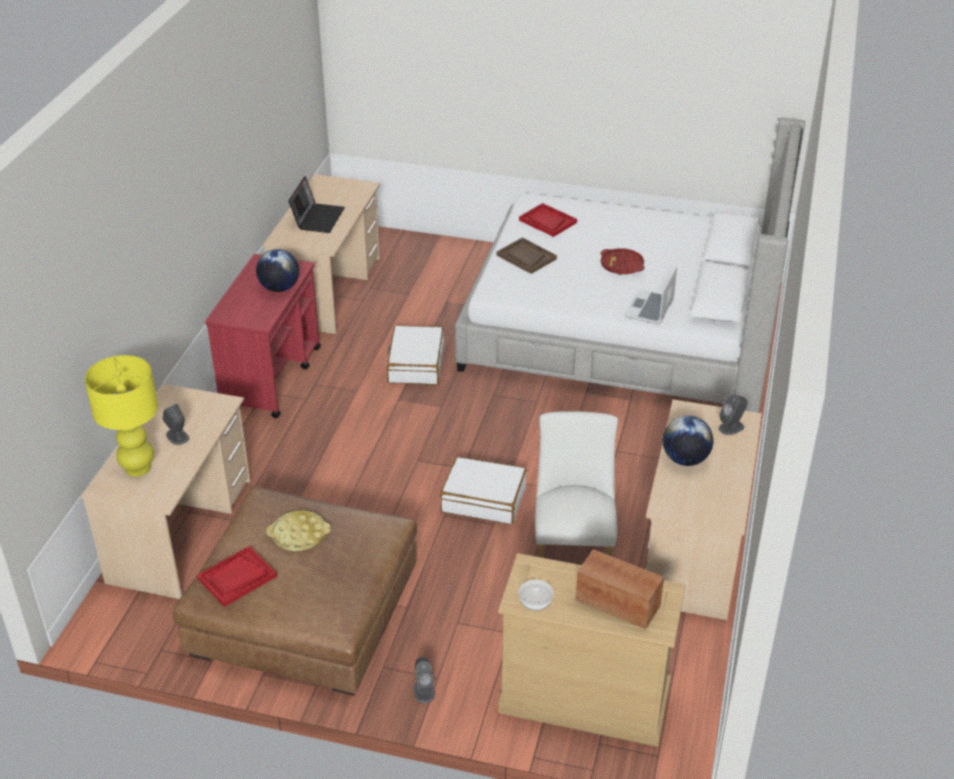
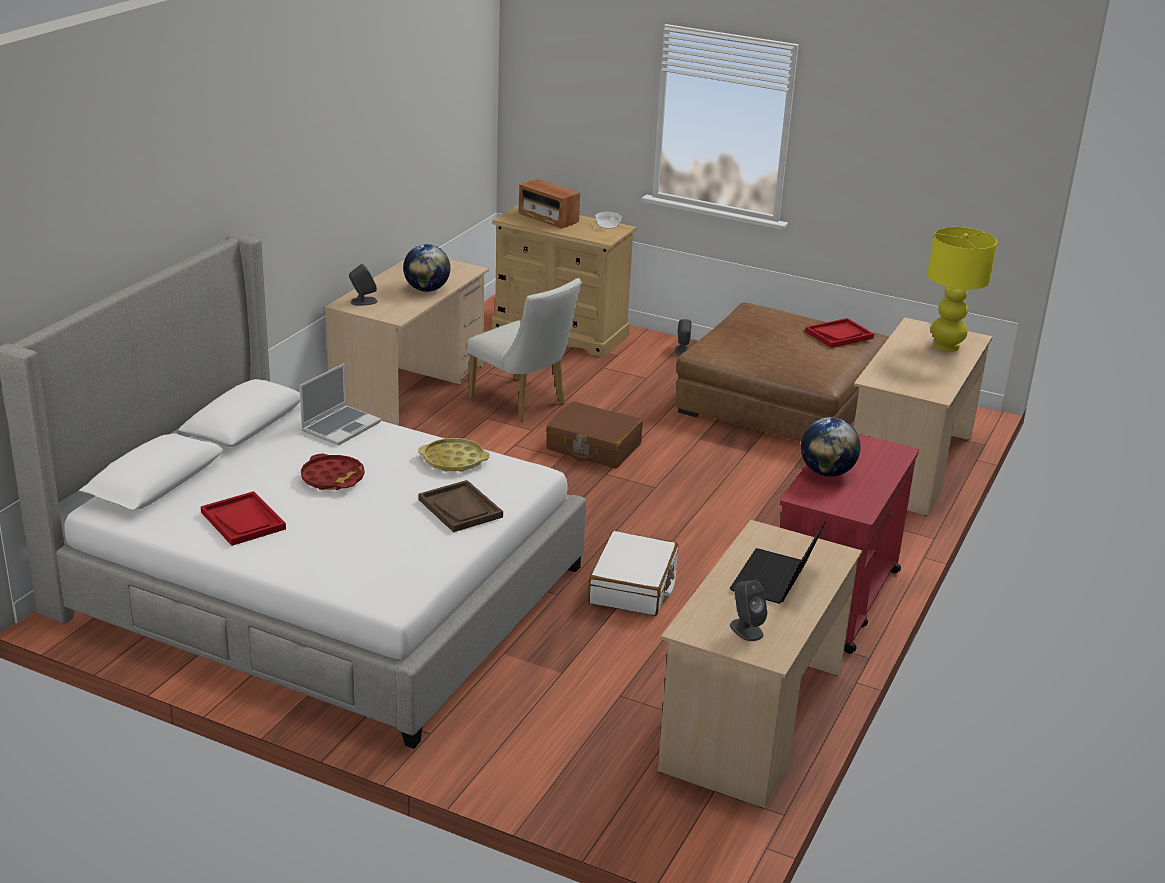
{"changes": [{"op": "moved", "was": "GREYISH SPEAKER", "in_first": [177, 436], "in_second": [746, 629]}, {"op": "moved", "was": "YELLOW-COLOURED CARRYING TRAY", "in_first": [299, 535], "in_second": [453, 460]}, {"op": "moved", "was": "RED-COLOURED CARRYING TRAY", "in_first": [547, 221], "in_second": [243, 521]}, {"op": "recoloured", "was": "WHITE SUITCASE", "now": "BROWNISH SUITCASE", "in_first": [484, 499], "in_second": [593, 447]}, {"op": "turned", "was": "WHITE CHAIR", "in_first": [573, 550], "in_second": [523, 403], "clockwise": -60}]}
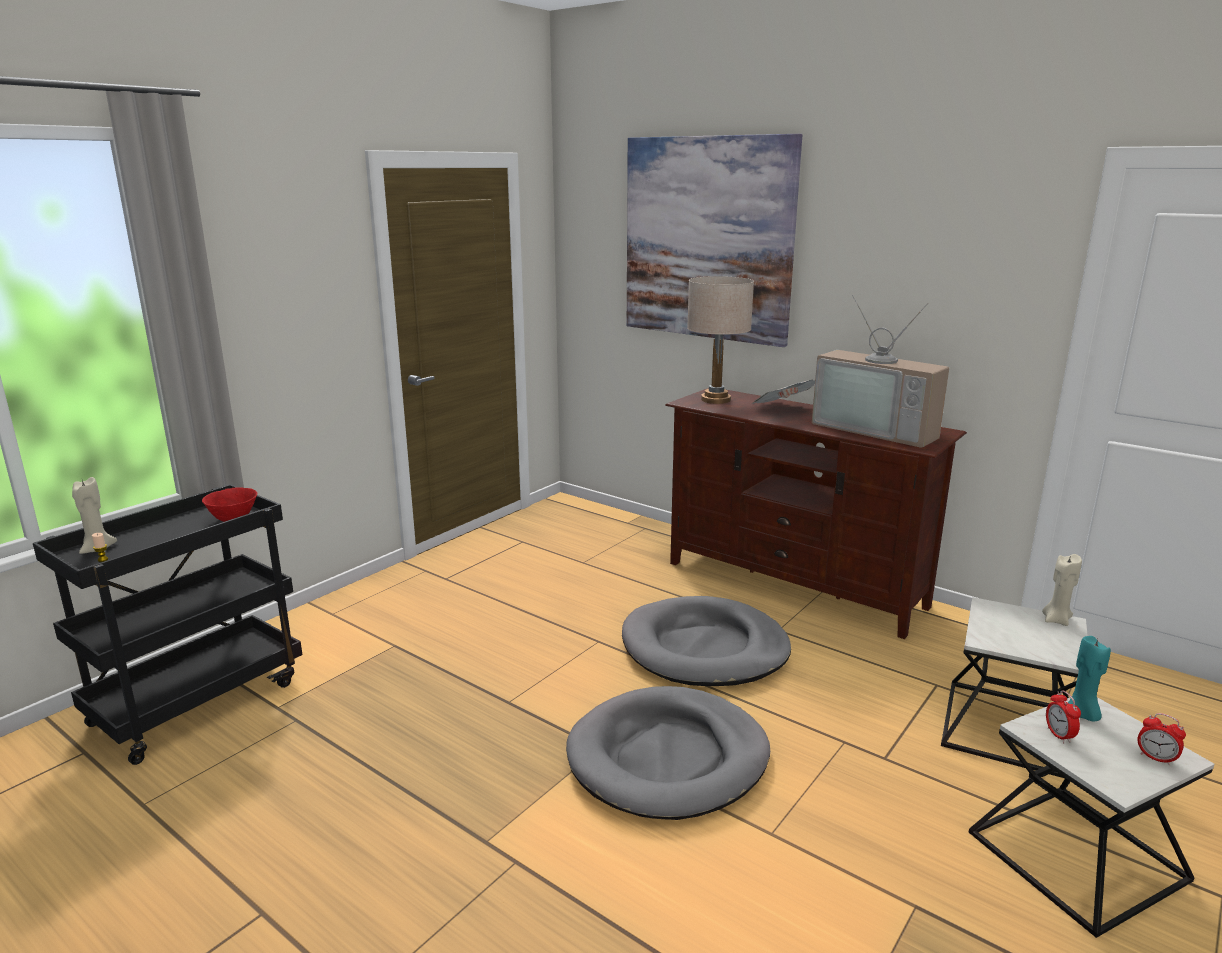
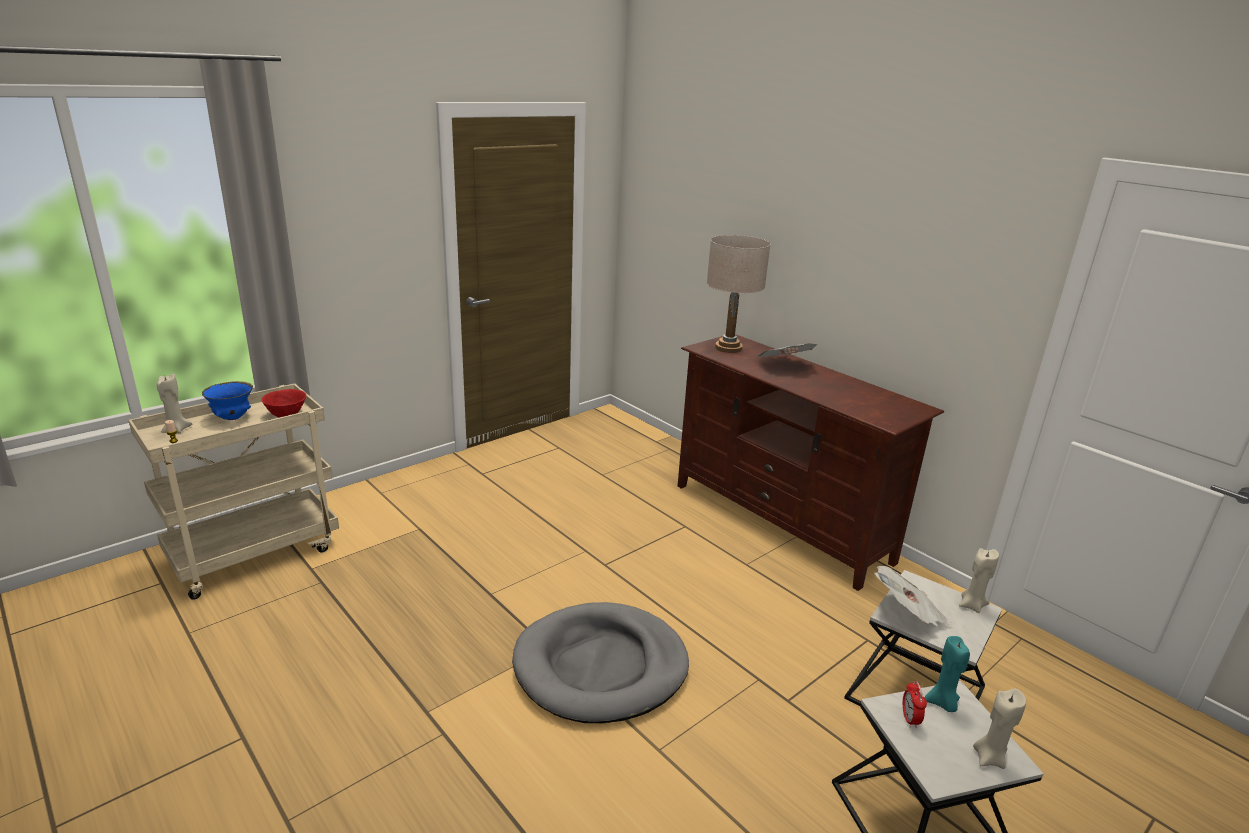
{"changes": [{"op": "removed", "was": "GREYISH PET BED", "in_first": [704, 648]}, {"op": "removed", "was": "PICTURE", "in_first": [707, 239]}, {"op": "removed", "was": "TELEVISION", "in_first": [878, 429]}, {"op": "added", "now": "BLUISH DEEP DISH", "in_second": [233, 418]}, {"op": "added", "now": "NEWSPAPER", "in_second": [908, 614]}, {"op": "replaced", "was": "BEDSIDE CLOCK", "now": "BEIGE CANDLE", "in_first": [1156, 758], "in_second": [989, 758]}, {"op": "recoloured", "was": "BLACK-COLOURED WHEELED CART", "now": "BEIGE WHEELED CART", "in_first": [198, 700], "in_second": [255, 553]}]}
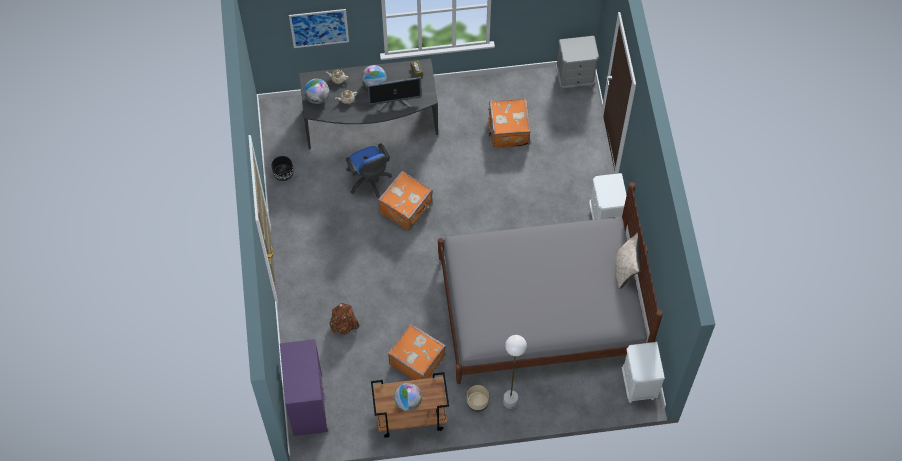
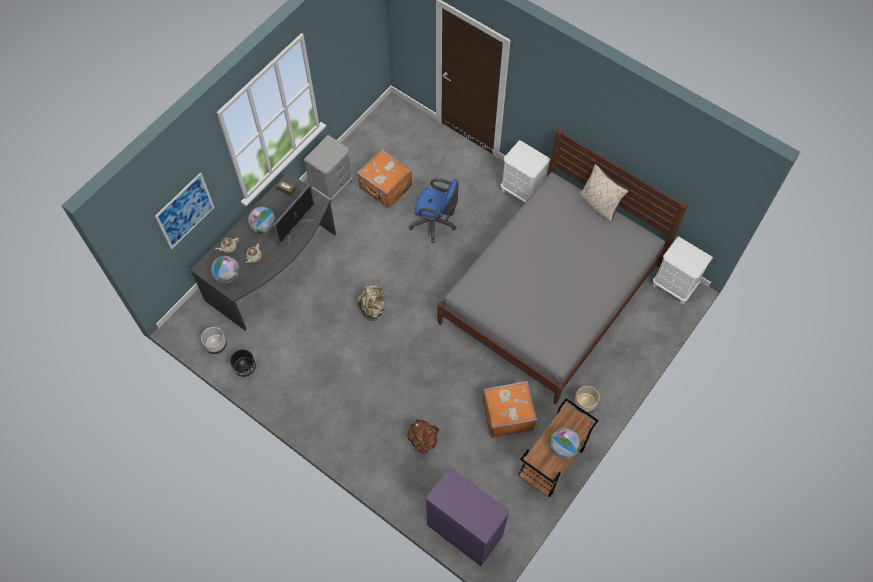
{"changes": [{"op": "removed", "was": "WHITE STANDING LAMP", "in_first": [510, 402]}, {"op": "added", "now": "GREYISH PLANTER", "in_second": [216, 345]}, {"op": "moved", "was": "BLUISH OFFICE CHAIR", "in_first": [369, 181], "in_second": [435, 223]}, {"op": "moved", "was": "GREYISH NIGHTSTAND", "in_first": [575, 79], "in_second": [332, 186]}, {"op": "replaced", "was": "ORANGE SUITCASE", "now": "BEIGE RUCKSACK", "in_first": [407, 208], "in_second": [373, 308]}]}
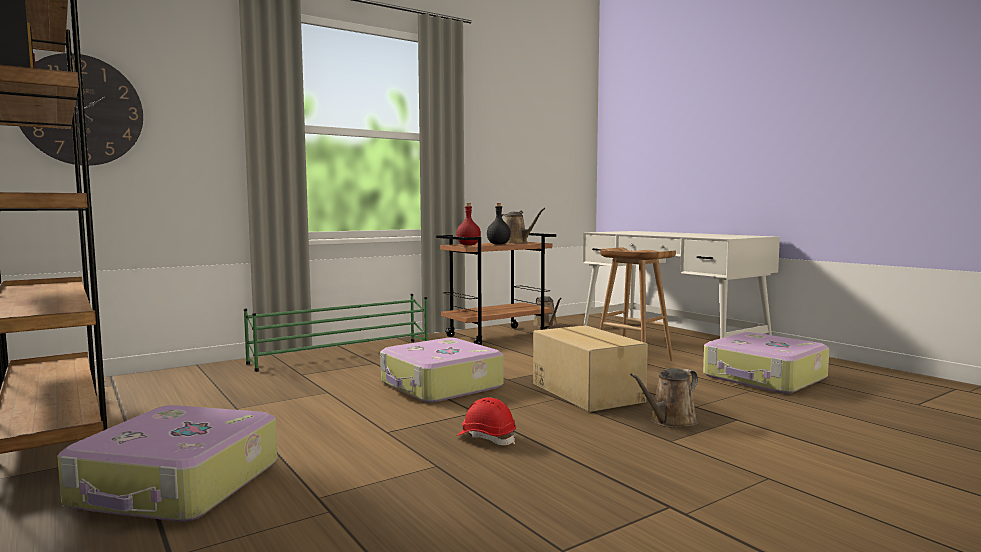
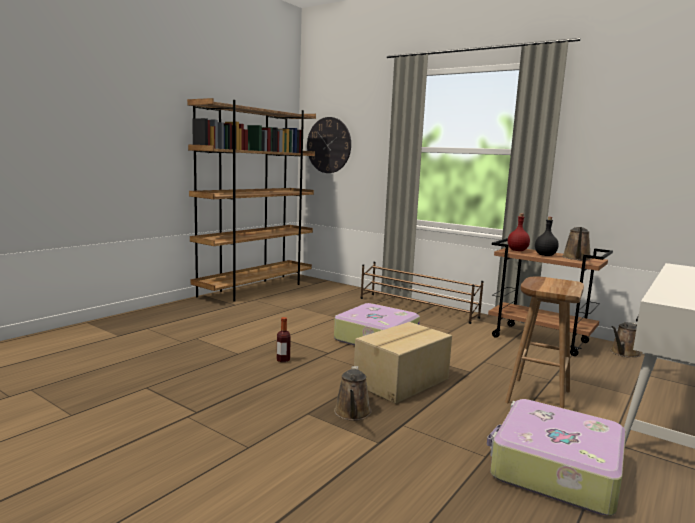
{"changes": [{"op": "removed", "was": "SUITCASE", "in_first": [177, 485]}, {"op": "replaced", "was": "RED-COLOURED WORK HELMET", "now": "BOTTLE", "in_first": [486, 438], "in_second": [283, 360]}, {"op": "recoloured", "was": "GREEN-COLOURED SHOE STAND", "now": "BROWNISH SHOE STAND", "in_first": [343, 354], "in_second": [417, 308]}, {"op": "turned", "was": "BROWNISH WATERING POT", "in_first": [670, 421], "in_second": [352, 413], "clockwise": -120}]}
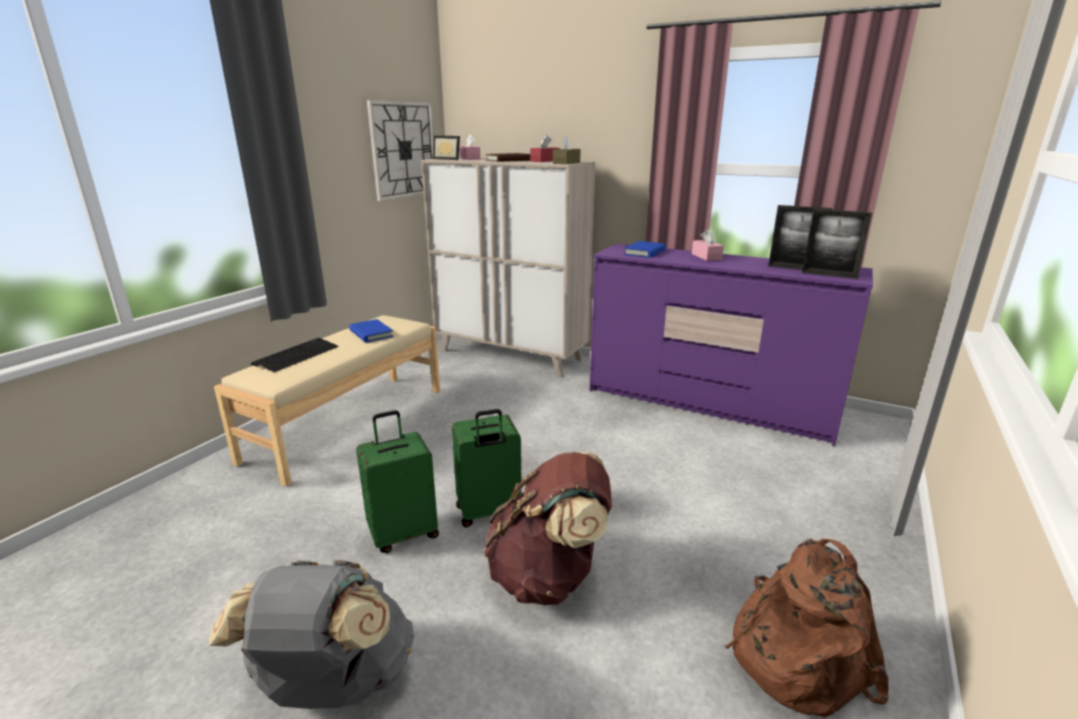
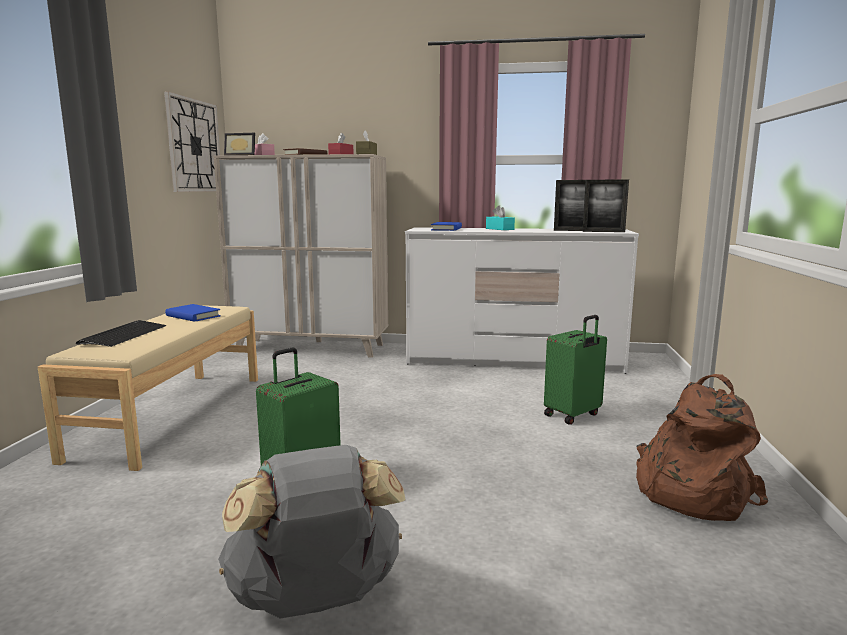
{"changes": [{"op": "removed", "was": "BROWNISH RUCKSACK", "in_first": [549, 576]}, {"op": "moved", "was": "GREEN-COLOURED SUITCASE", "in_first": [488, 512], "in_second": [573, 415]}, {"op": "recoloured", "was": "PURPLISH CHEST OF DRAWERS", "now": "WHITE CHEST OF DRAWERS", "in_first": [708, 404], "in_second": [514, 361]}, {"op": "recoloured", "was": "PINKISH BOX OF TISSUES", "now": "TURQUOISE BOX OF TISSUES", "in_first": [706, 257], "in_second": [499, 229]}]}
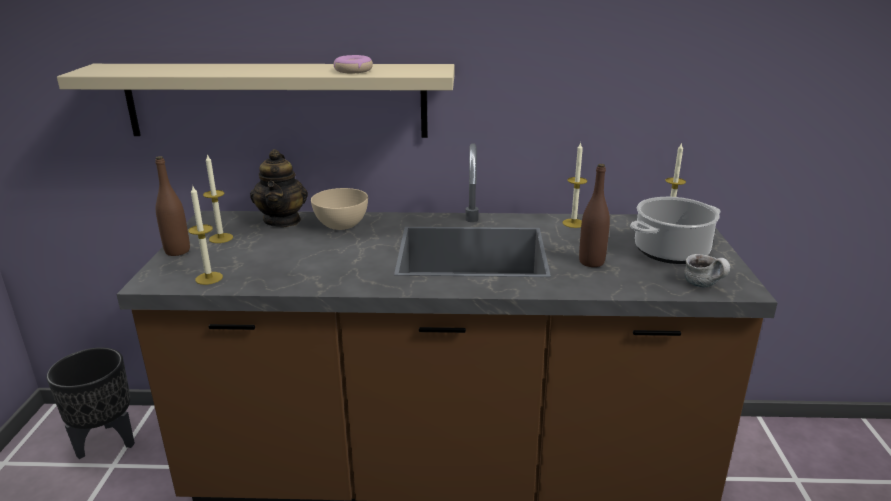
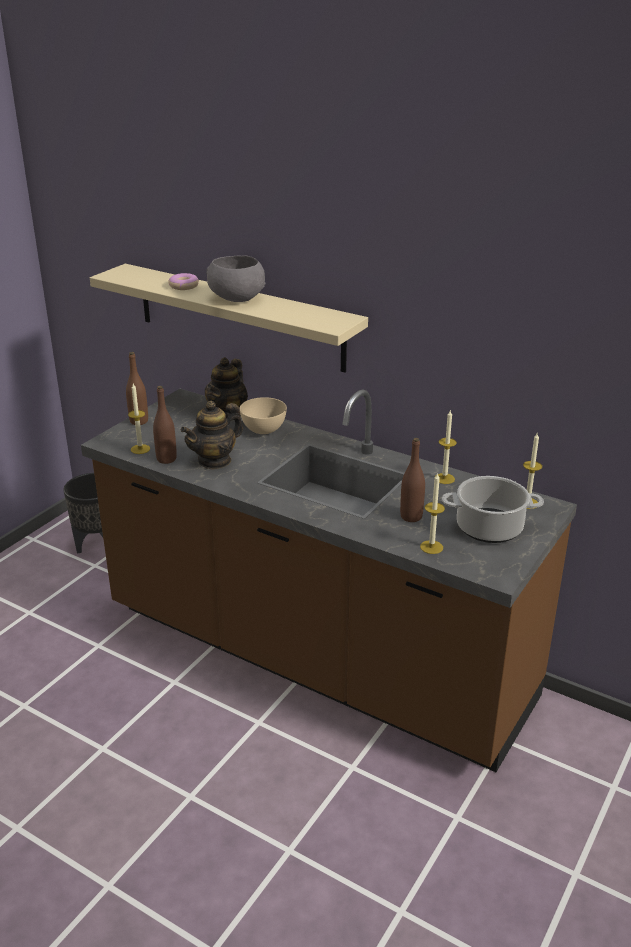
{"changes": [{"op": "removed", "was": "TEA MUG", "in_first": [705, 285]}, {"op": "added", "now": "BROWNISH BOTTLE", "in_second": [166, 459]}, {"op": "added", "now": "POT FOR TEA", "in_second": [215, 461]}, {"op": "added", "now": "GREYISH DEEP DISH", "in_second": [236, 299]}, {"op": "moved", "was": "CANDLE", "in_first": [221, 238], "in_second": [431, 547]}, {"op": "moved", "was": "DOUGHNUT", "in_first": [353, 70], "in_second": [184, 286]}]}
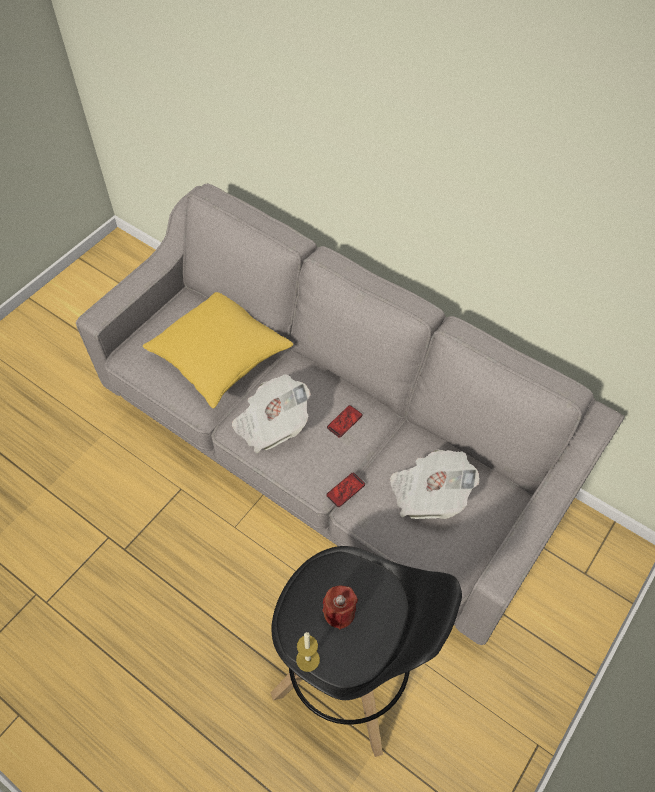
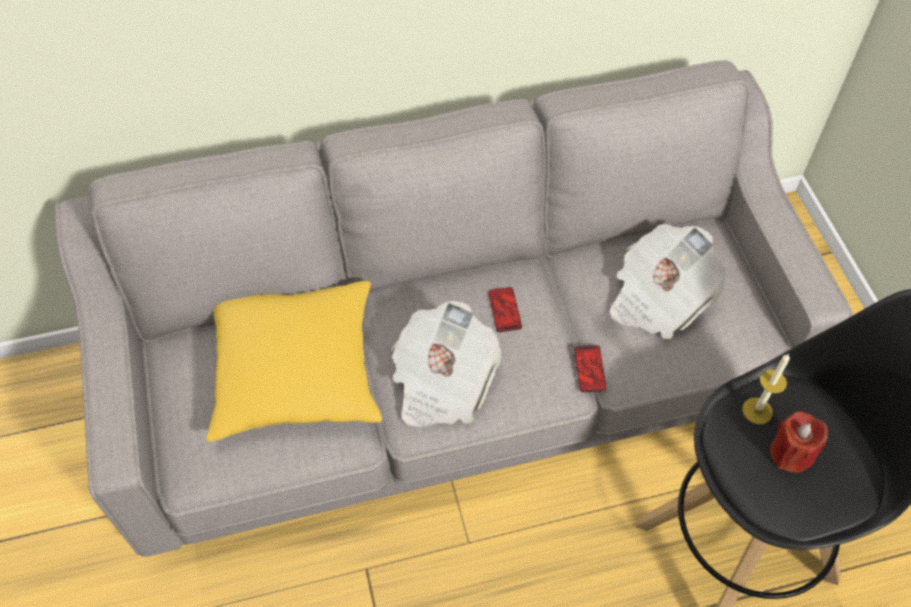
{"changes": [{"op": "moved", "was": "CANDLE", "in_first": [308, 659], "in_second": [757, 411]}]}
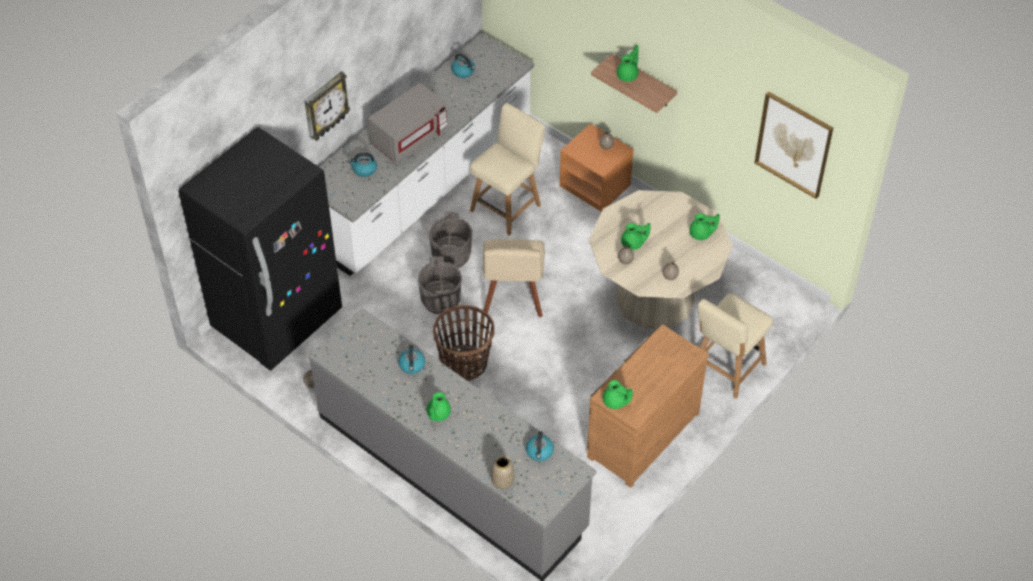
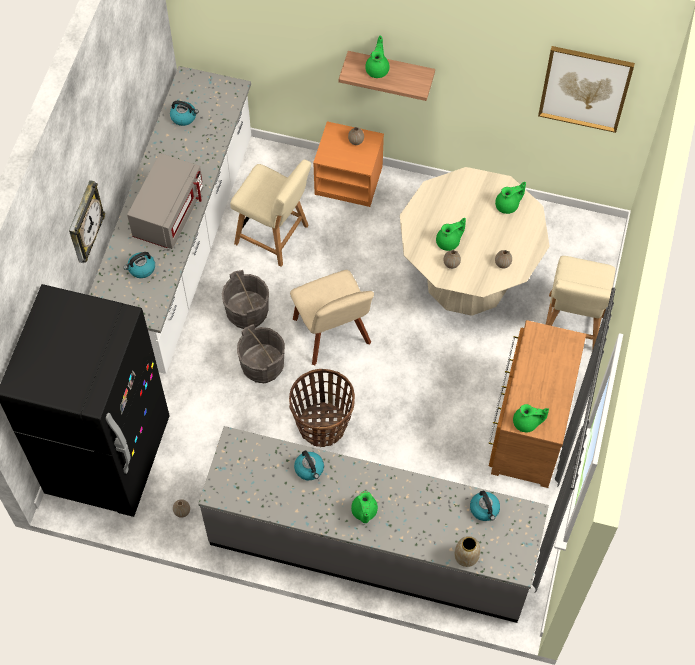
{"changes": [{"op": "turned", "was": "BEIGE CHAIR", "in_first": [507, 206], "in_second": [274, 236], "clockwise": 105}]}
